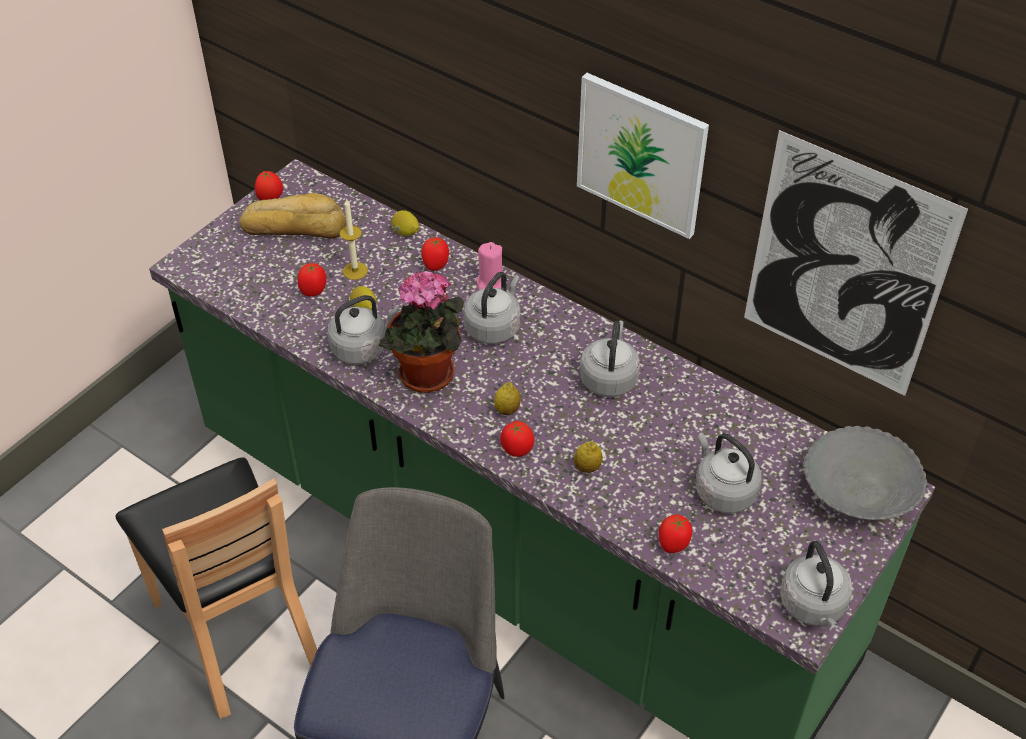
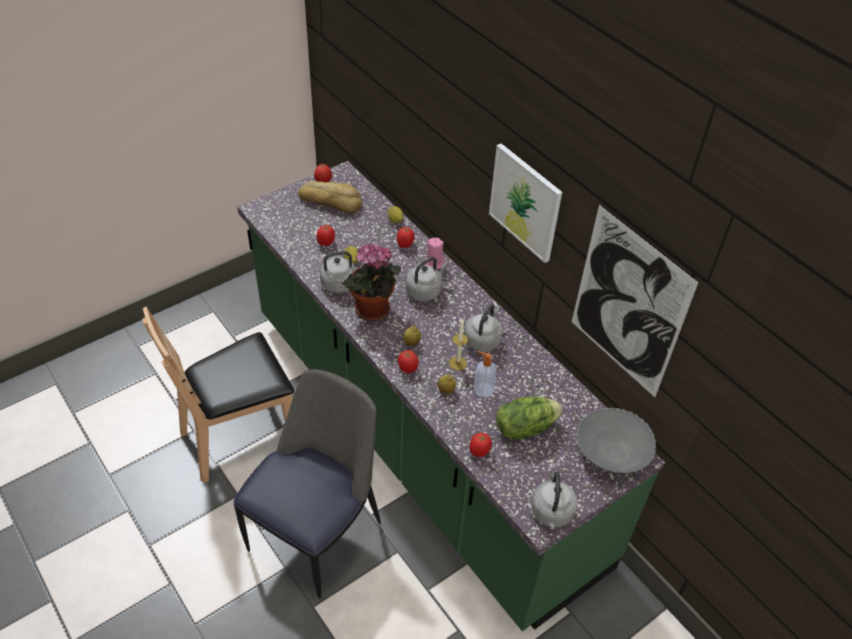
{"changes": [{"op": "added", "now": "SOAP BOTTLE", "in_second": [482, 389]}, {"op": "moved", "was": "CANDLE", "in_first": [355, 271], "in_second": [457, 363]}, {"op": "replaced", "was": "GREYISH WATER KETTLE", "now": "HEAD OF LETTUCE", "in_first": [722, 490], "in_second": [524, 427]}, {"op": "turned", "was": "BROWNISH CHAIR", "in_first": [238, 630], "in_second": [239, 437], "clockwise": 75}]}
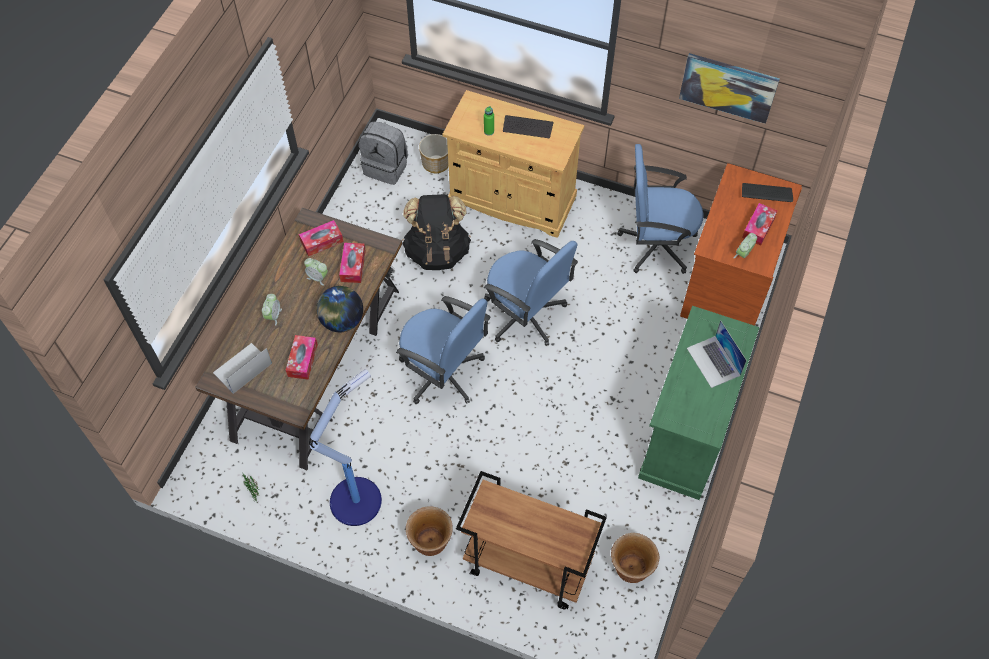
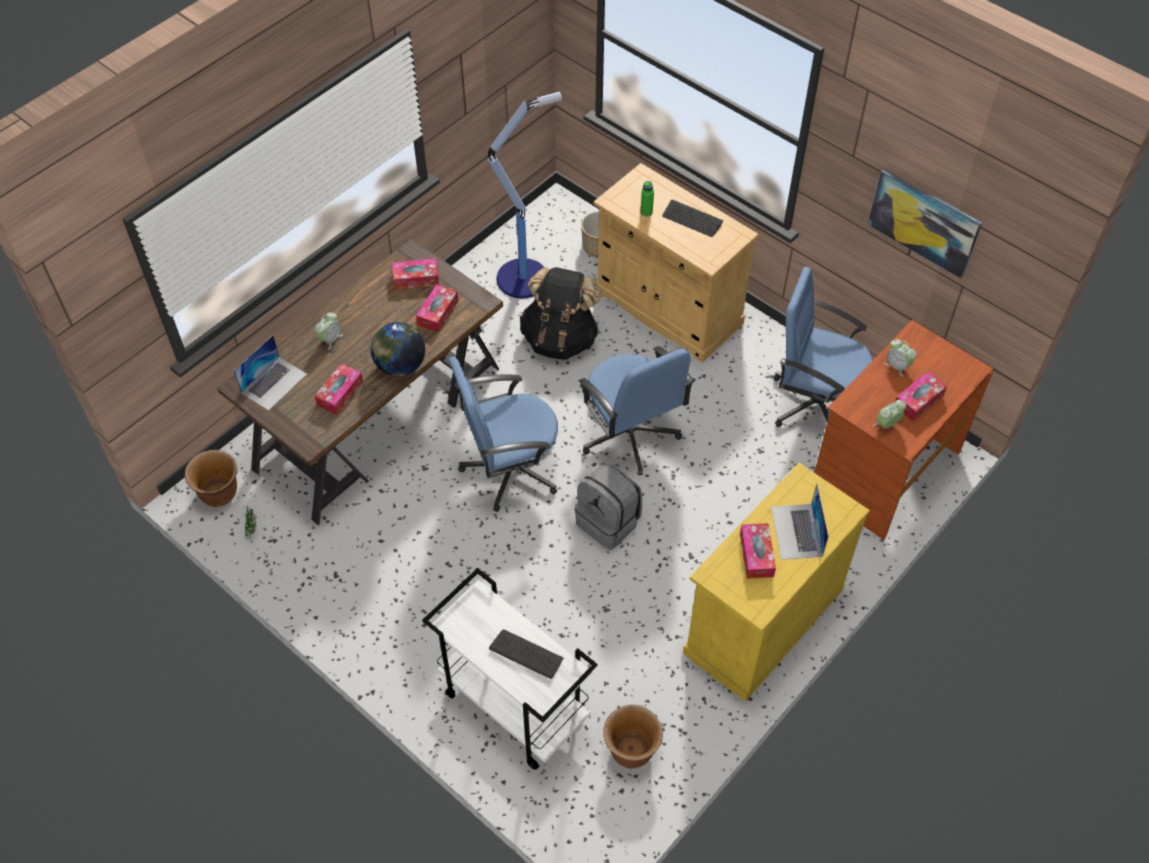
{"changes": [{"op": "added", "now": "BOX OF TISSUES", "in_second": [756, 555]}, {"op": "moved", "was": "BEDSIDE CLOCK", "in_first": [318, 277], "in_second": [897, 366]}, {"op": "moved", "was": "STANDING LAMP", "in_first": [357, 499], "in_second": [524, 277]}, {"op": "moved", "was": "GREYISH RUCKSACK", "in_first": [386, 167], "in_second": [609, 522]}, {"op": "moved", "was": "BROWNISH PLANTER", "in_first": [430, 541], "in_second": [219, 494]}, {"op": "moved", "was": "KEYBOARD", "in_first": [766, 193], "in_second": [526, 654]}, {"op": "recoloured", "was": "BROWNISH WHEELED CART", "now": "WHITE WHEELED CART", "in_first": [526, 564], "in_second": [513, 706]}, {"op": "recoloured", "was": "GREEN-COLOURED STORAGE CABINET", "now": "YELLOW-COLOURED STORAGE CABINET", "in_first": [687, 432], "in_second": [763, 620]}, {"op": "turned", "was": "NOTEBOOK COMPUTER", "in_first": [242, 368], "in_second": [274, 383], "clockwise": 150}, {"op": "turned", "was": "BLUISH OFFICE CHAIR", "in_first": [443, 373], "in_second": [509, 469], "clockwise": 105}]}
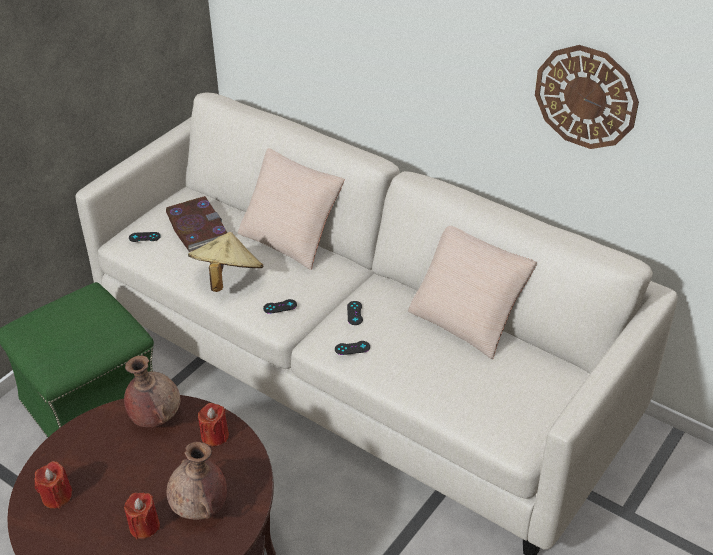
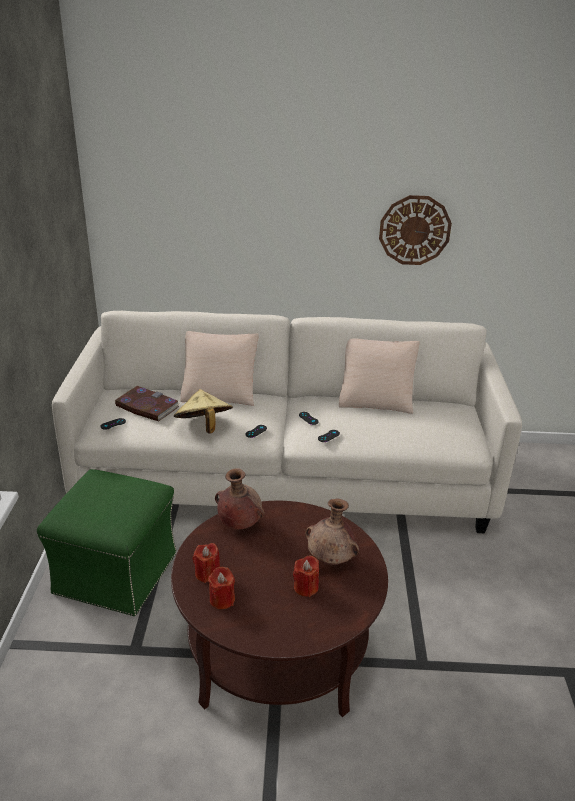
{"changes": [{"op": "moved", "was": "RED-COLOURED CANDLE", "in_first": [215, 436], "in_second": [207, 573]}]}
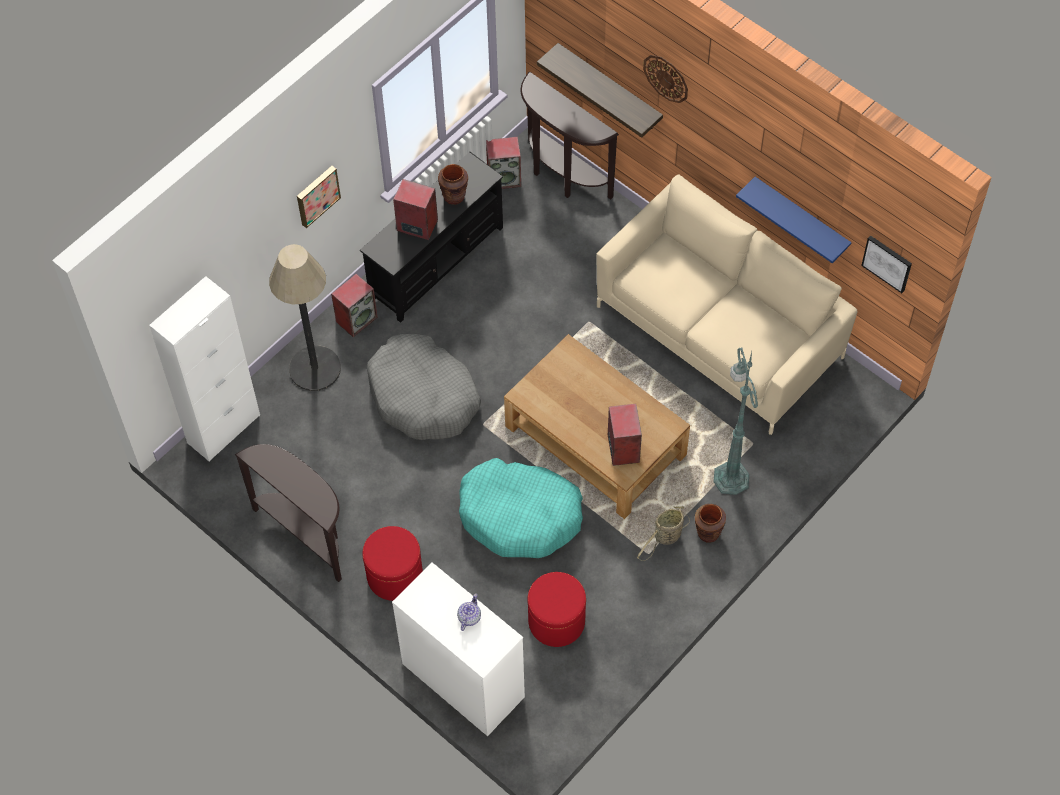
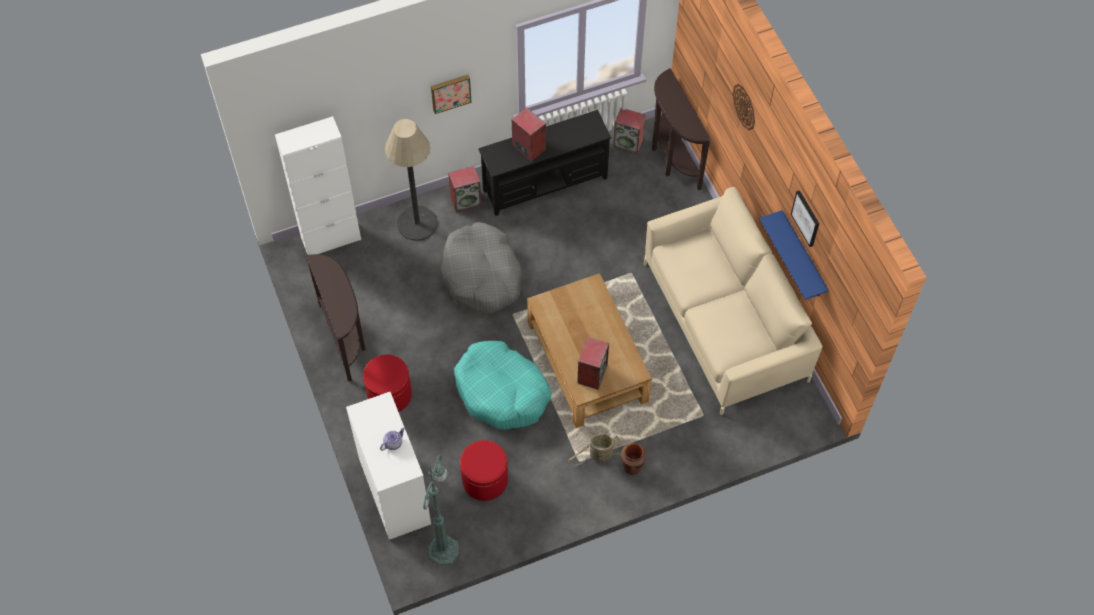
{"changes": [{"op": "removed", "was": "BROWNISH FLOWER VASE", "in_first": [454, 196]}, {"op": "removed", "was": "WALL SHELF", "in_first": [609, 88]}, {"op": "moved", "was": "GREEN-COLOURED STANDING LAMP", "in_first": [731, 476], "in_second": [444, 548]}, {"op": "moved", "was": "PICTURE", "in_first": [887, 263], "in_second": [806, 218]}]}
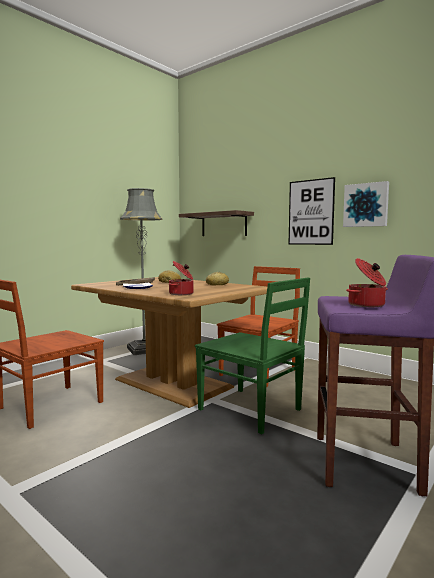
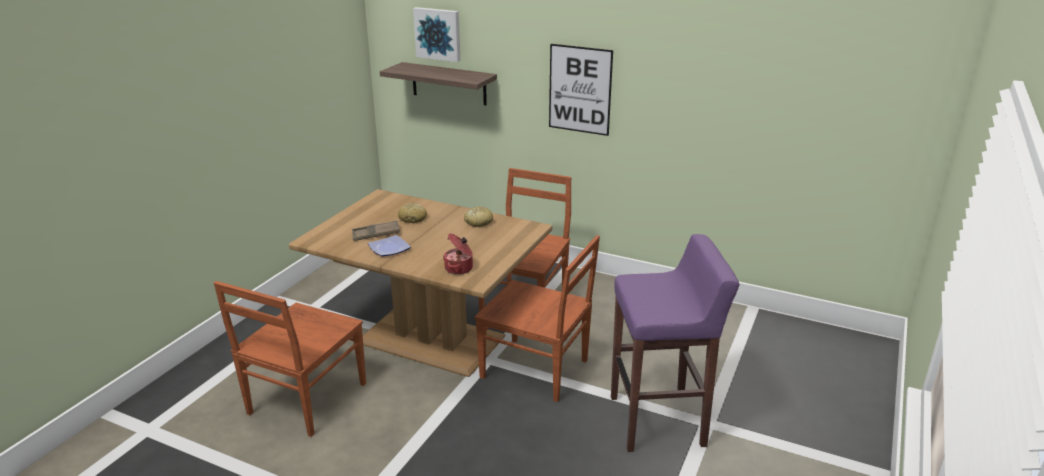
{"changes": [{"op": "removed", "was": "GREYISH STANDING LAMP", "in_first": [144, 350]}, {"op": "removed", "was": "COOKING POT", "in_first": [367, 305]}, {"op": "moved", "was": "PICTURE", "in_first": [366, 205], "in_second": [438, 34]}, {"op": "recoloured", "was": "GREEN-COLOURED CHAIR", "now": "BROWNISH CHAIR", "in_first": [251, 410], "in_second": [537, 370]}]}
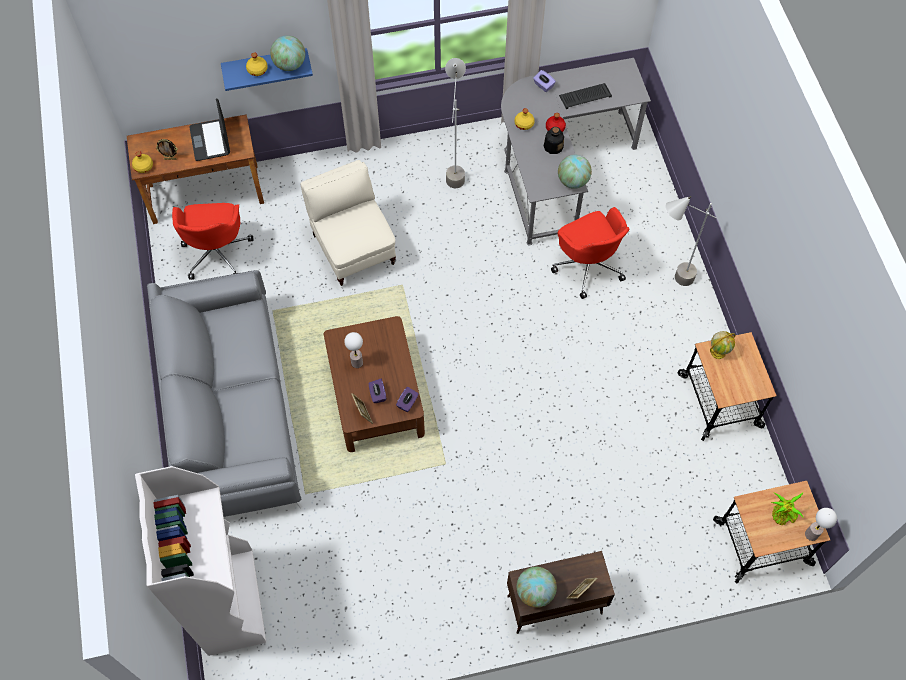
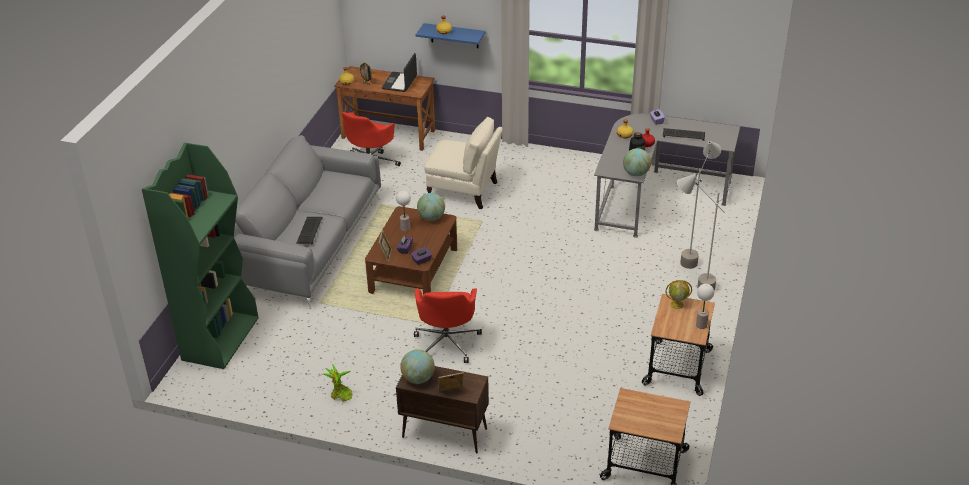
{"changes": [{"op": "added", "now": "KEYBOARD", "in_second": [309, 231]}, {"op": "moved", "was": "WORLD GLOBE", "in_first": [290, 65], "in_second": [431, 218]}, {"op": "moved", "was": "GREYISH STANDING LAMP", "in_first": [455, 167], "in_second": [694, 255]}, {"op": "moved", "was": "RED-COLOURED OFFICE CHAIR", "in_first": [587, 265], "in_second": [447, 342]}, {"op": "moved", "was": "POTTED PLANT", "in_first": [782, 515], "in_second": [340, 395]}, {"op": "moved", "was": "LAMP FOR A TABLE", "in_first": [811, 534], "in_second": [701, 325]}, {"op": "recoloured", "was": "WHITE SHELVING UNIT", "now": "GREEN-COLOURED SHELVING UNIT", "in_first": [230, 601], "in_second": [220, 338]}, {"op": "turned", "was": "BEIGE LOUNGE CHAIR", "in_first": [353, 247], "in_second": [464, 191], "clockwise": 105}]}
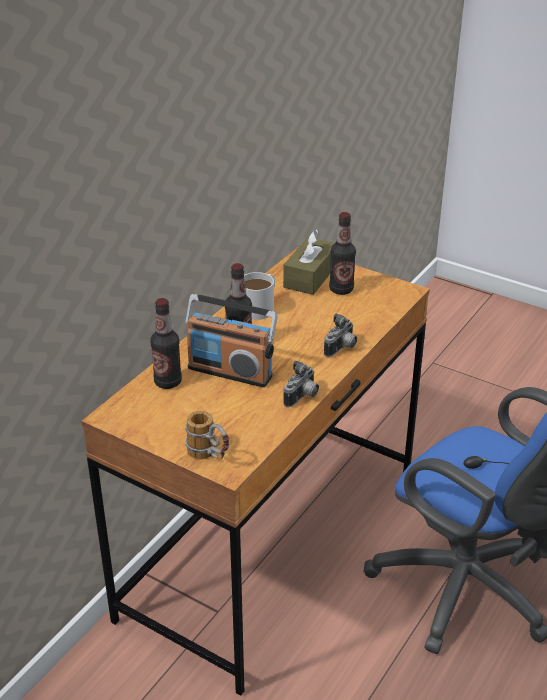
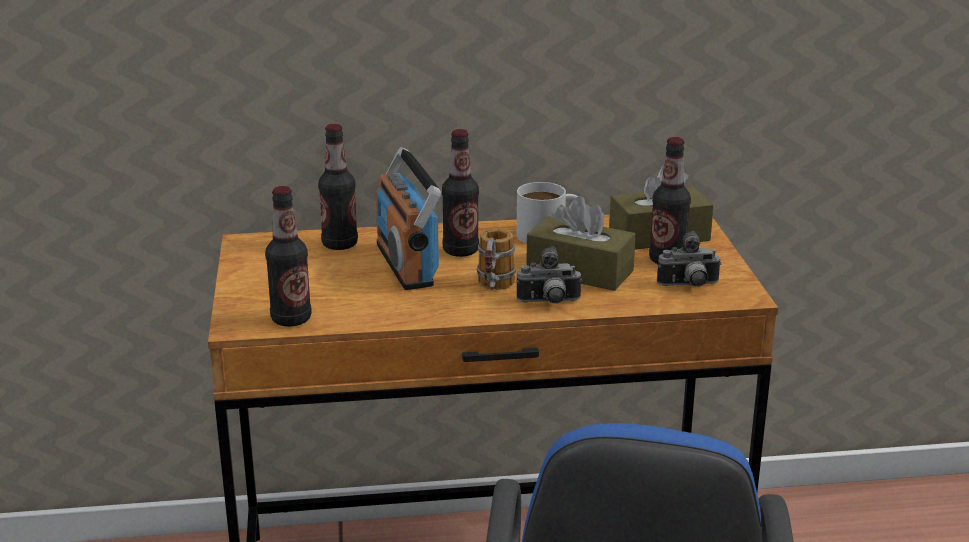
{"changes": [{"op": "added", "now": "BOTTLE", "in_second": [291, 319]}, {"op": "added", "now": "BROWNISH BOX OF TISSUES", "in_second": [579, 271]}, {"op": "moved", "was": "TEA MUG", "in_first": [210, 457], "in_second": [493, 289]}, {"op": "moved", "was": "STILL CAMERA", "in_first": [302, 397], "in_second": [689, 286]}]}
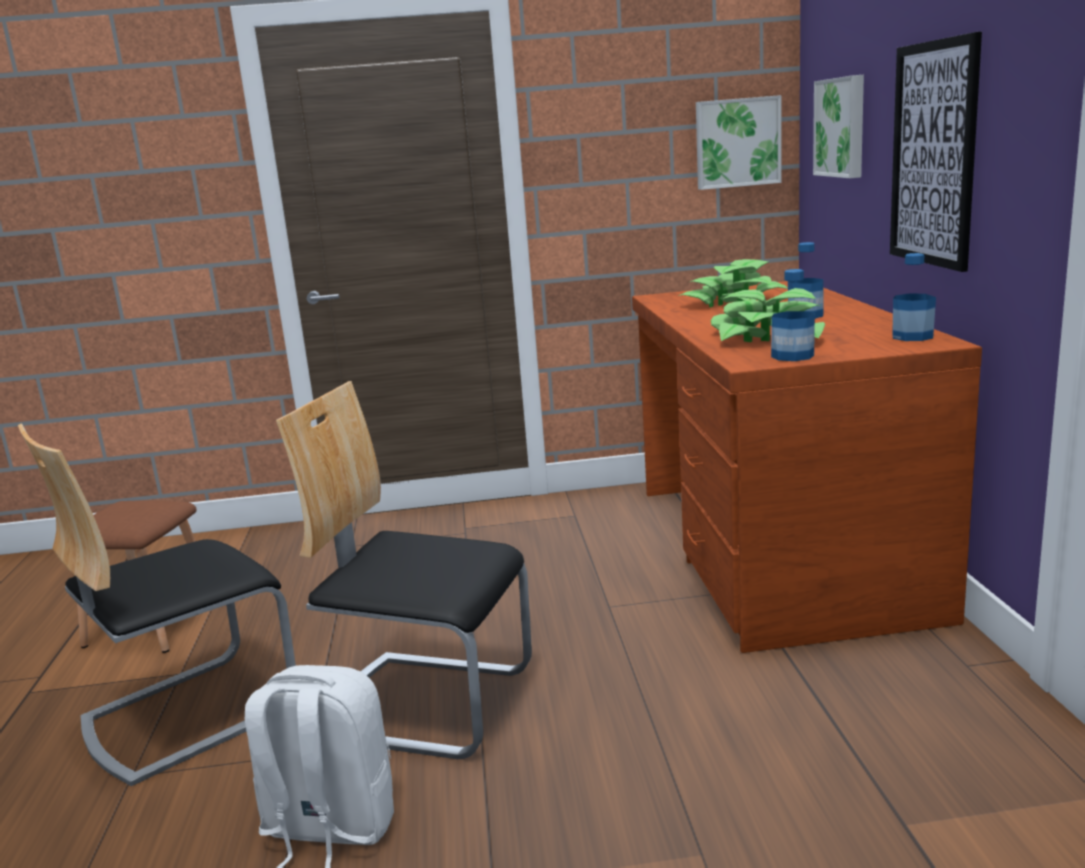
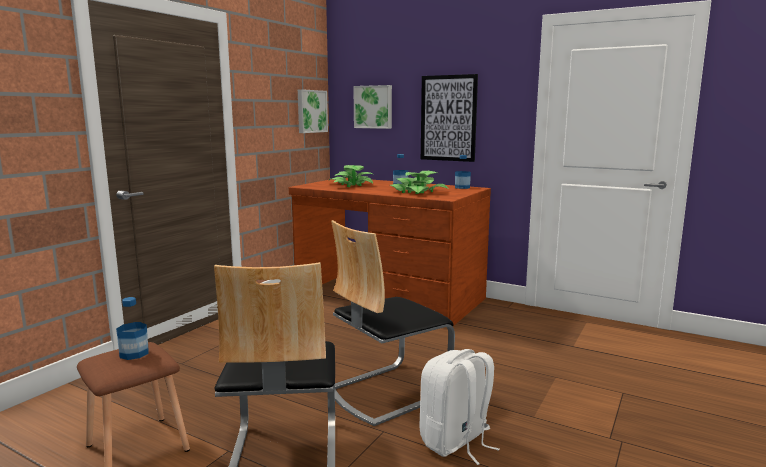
{"changes": [{"op": "moved", "was": "BOTTLE", "in_first": [792, 356], "in_second": [134, 353]}]}
